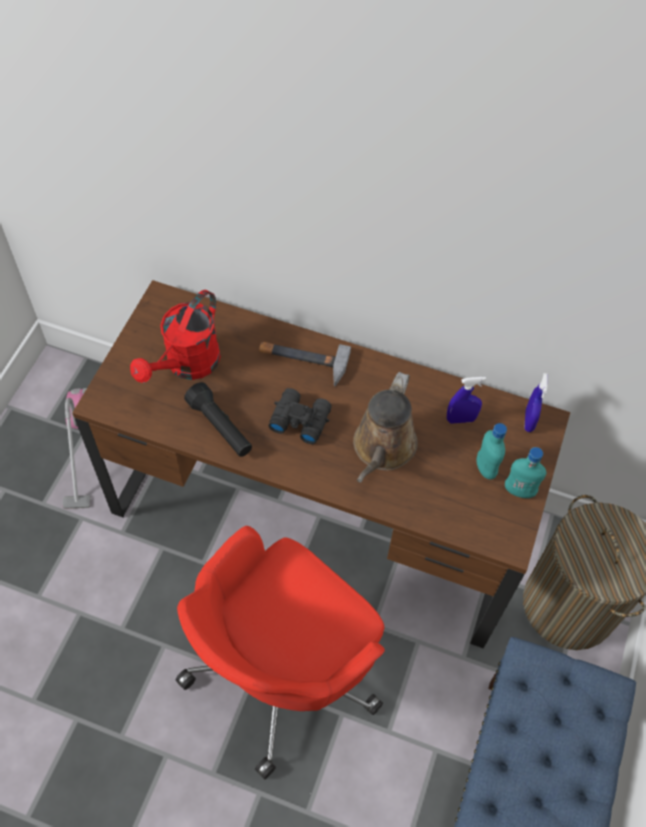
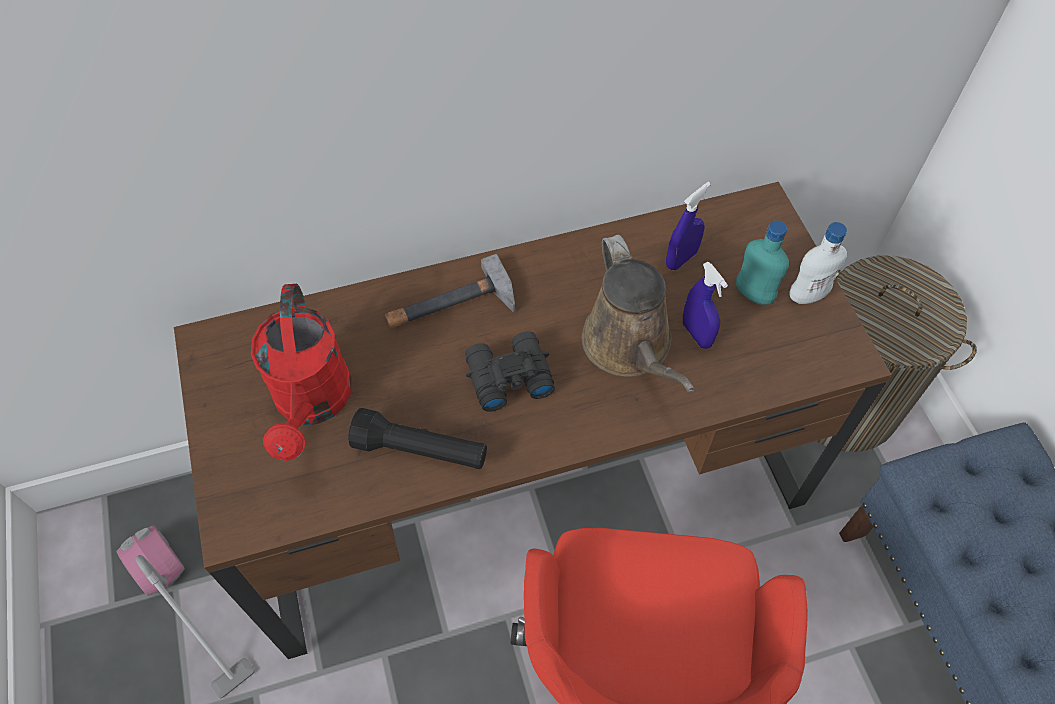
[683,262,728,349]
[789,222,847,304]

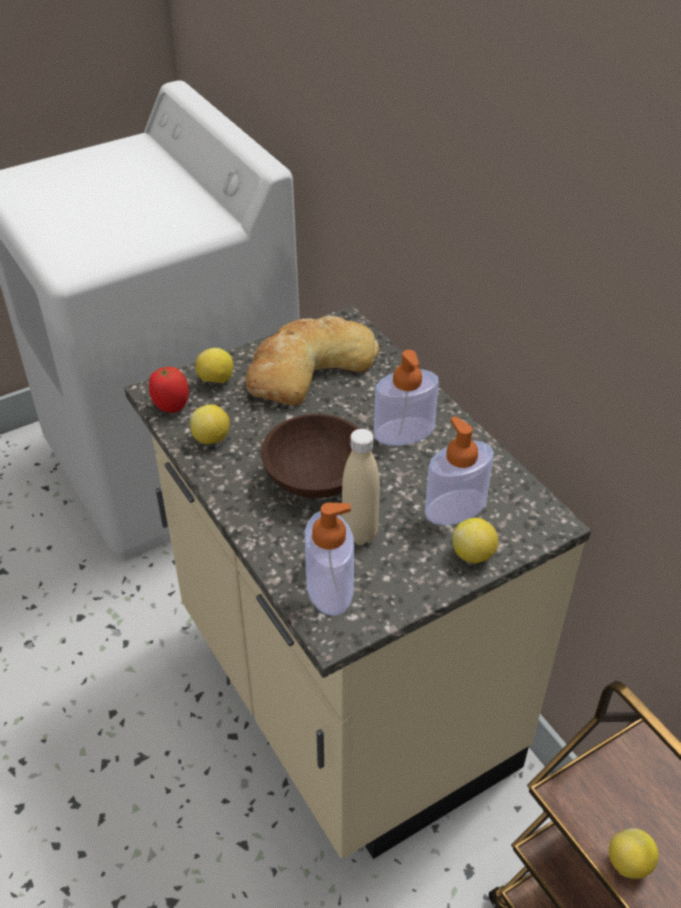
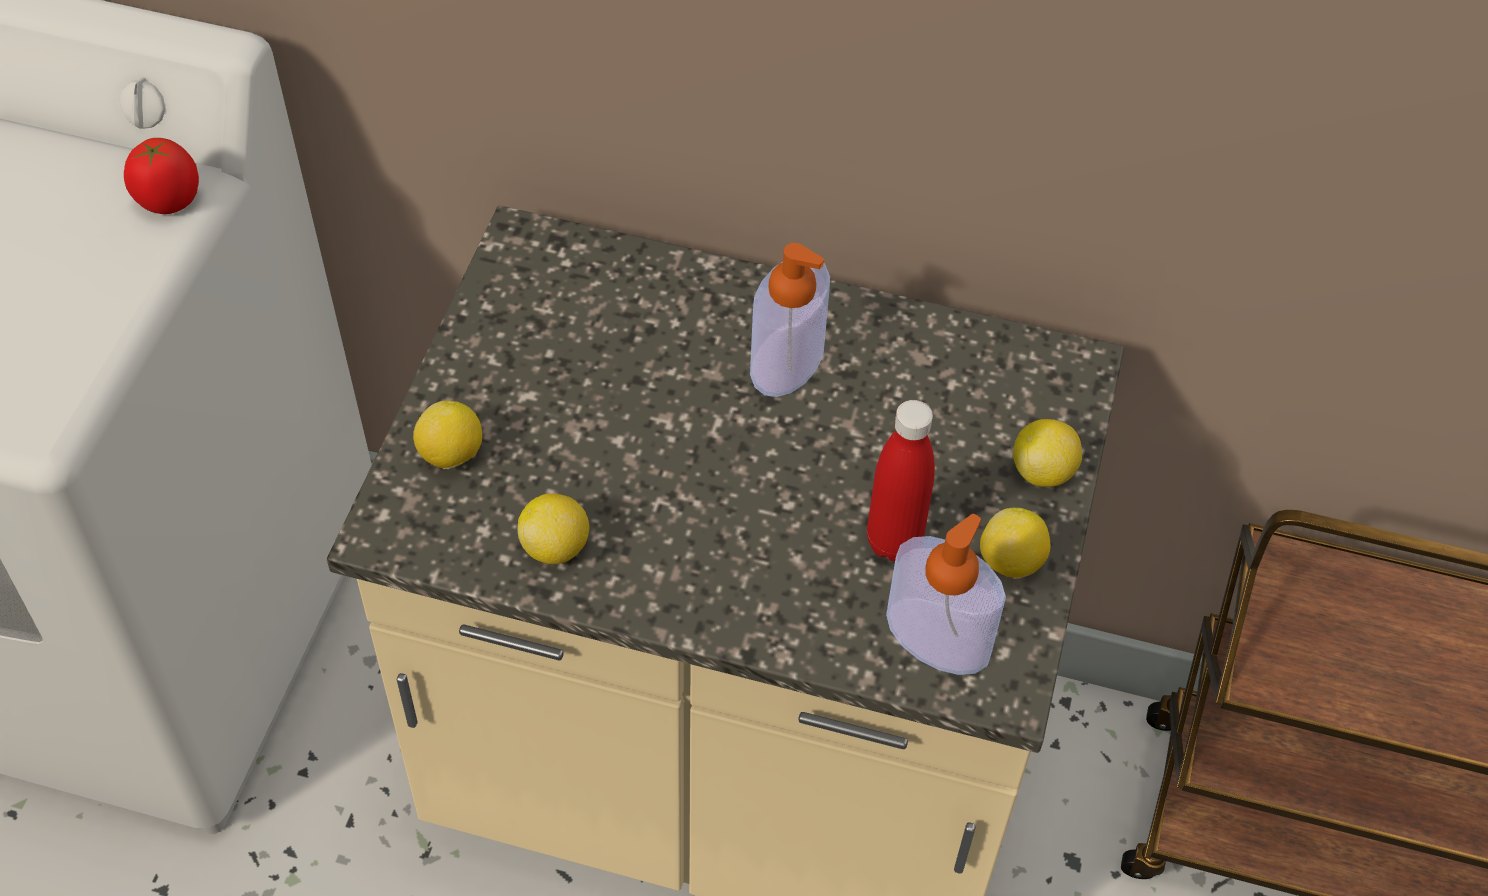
[246,316,380,406] (first image)
[124,138,199,214]
[261,414,360,498] (first image)
[425,416,494,525] (first image)
[867,400,935,561]
[980,508,1050,579]

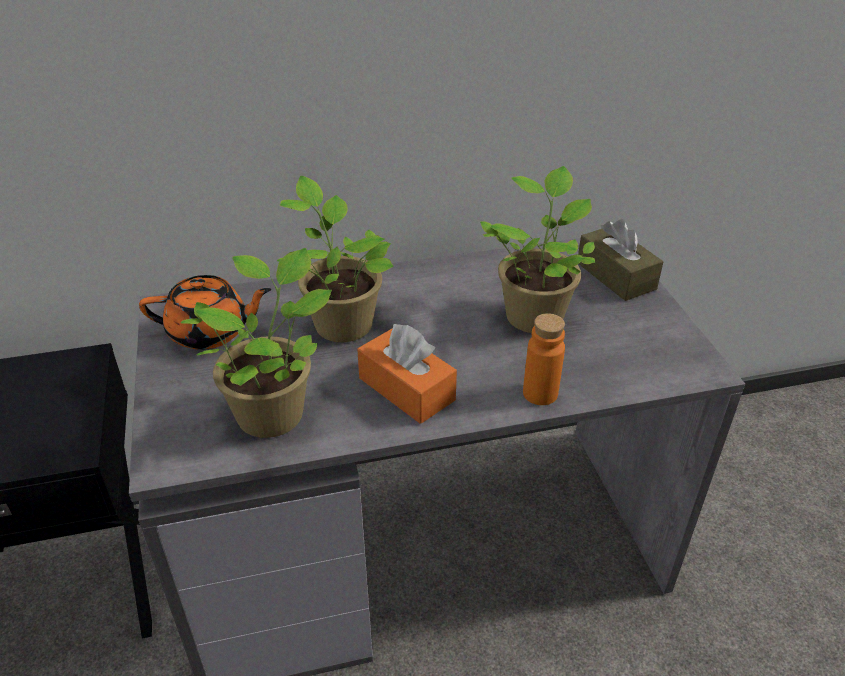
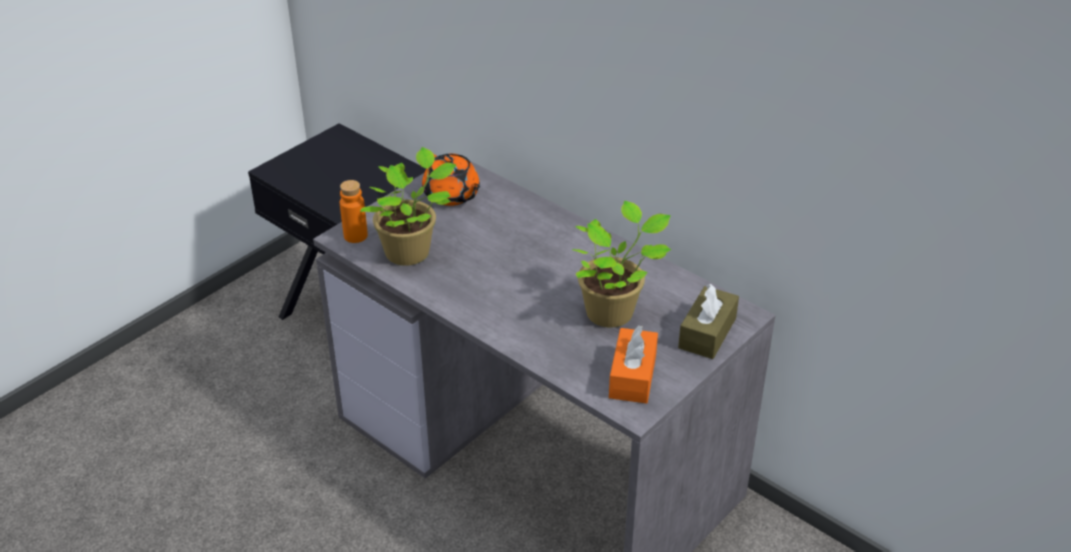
[277,176,394,342] (first image)
[340,180,368,243]
[609,325,658,404]

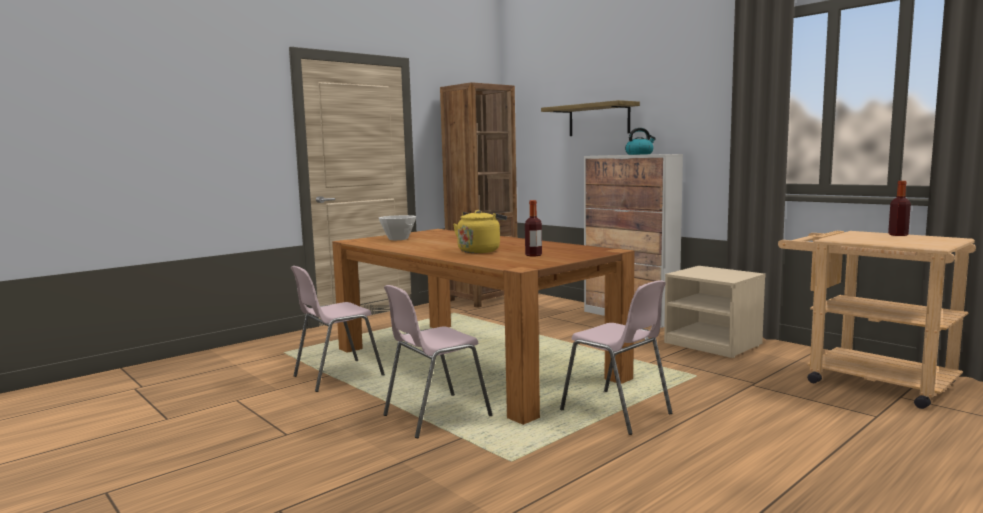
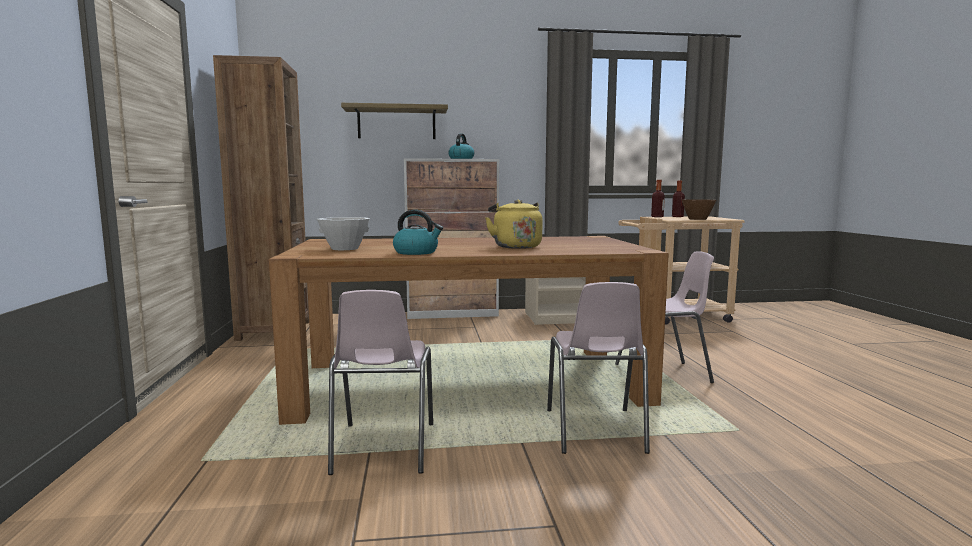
[651,180,665,217]
[682,199,716,220]
[393,210,443,255]

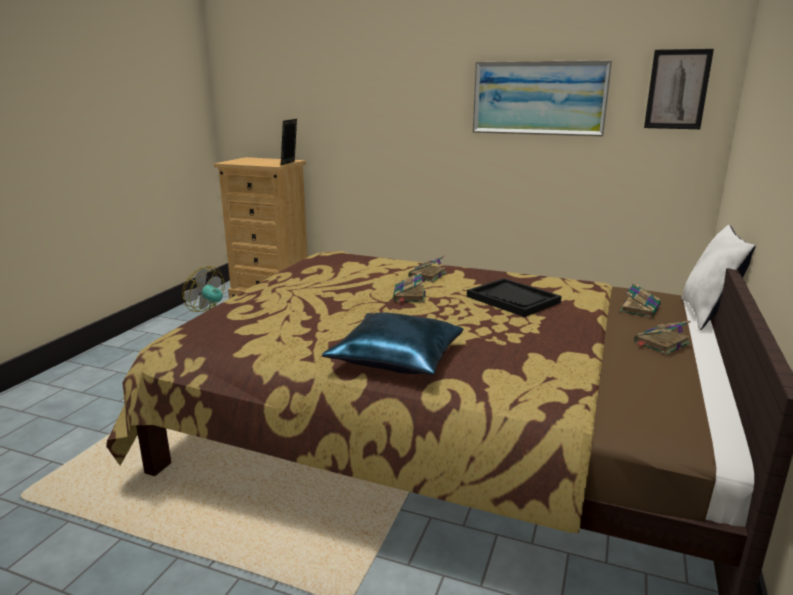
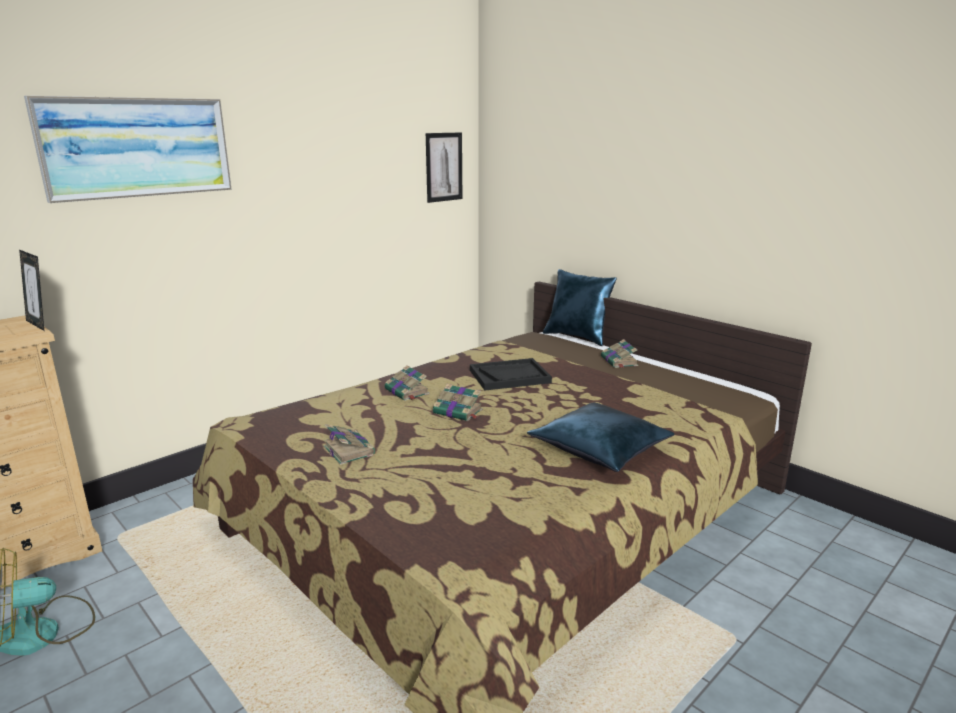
[24,96,232,203]
[543,269,617,346]
[324,424,375,465]

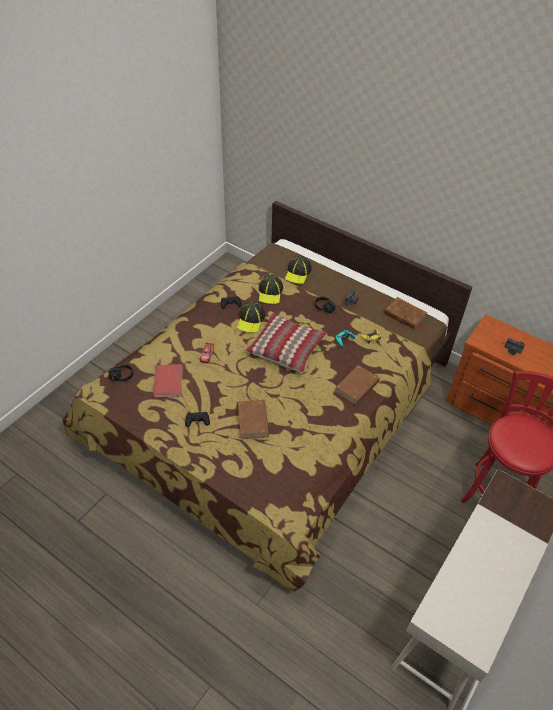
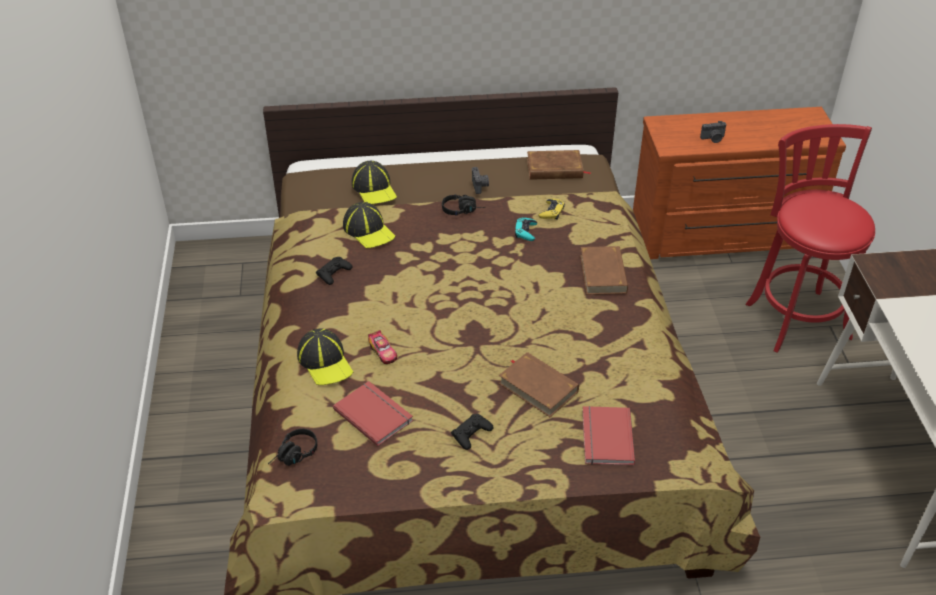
[297,328,353,385]
[245,313,326,373] (first image)
[582,406,635,465]

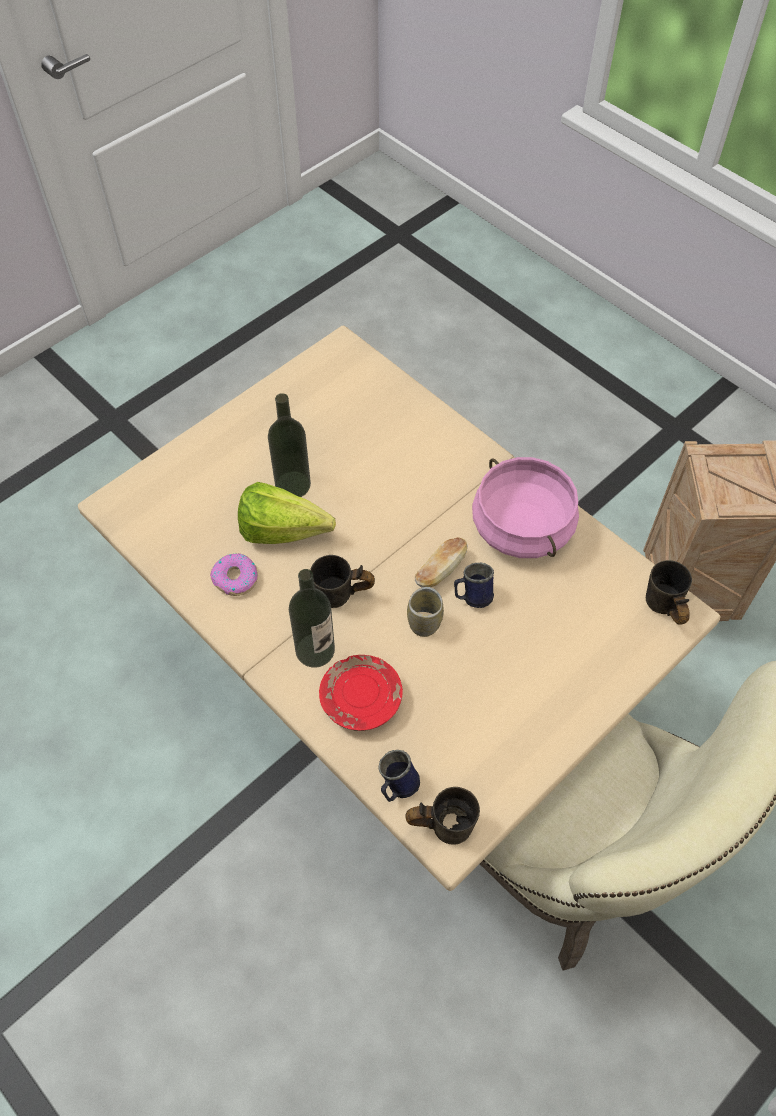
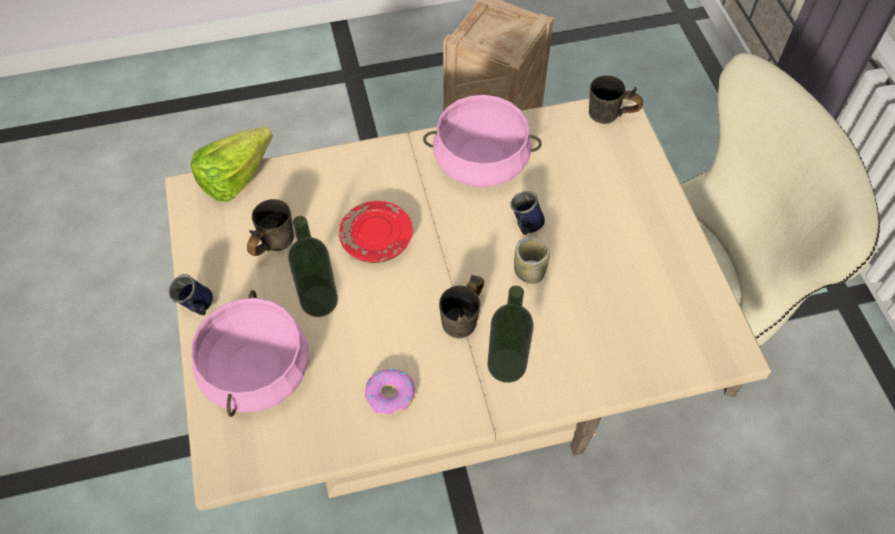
[191,127,273,202]
[415,537,468,587] (first image)
[339,201,413,263]
[169,274,213,315]
[247,199,294,256]
[191,290,309,417]

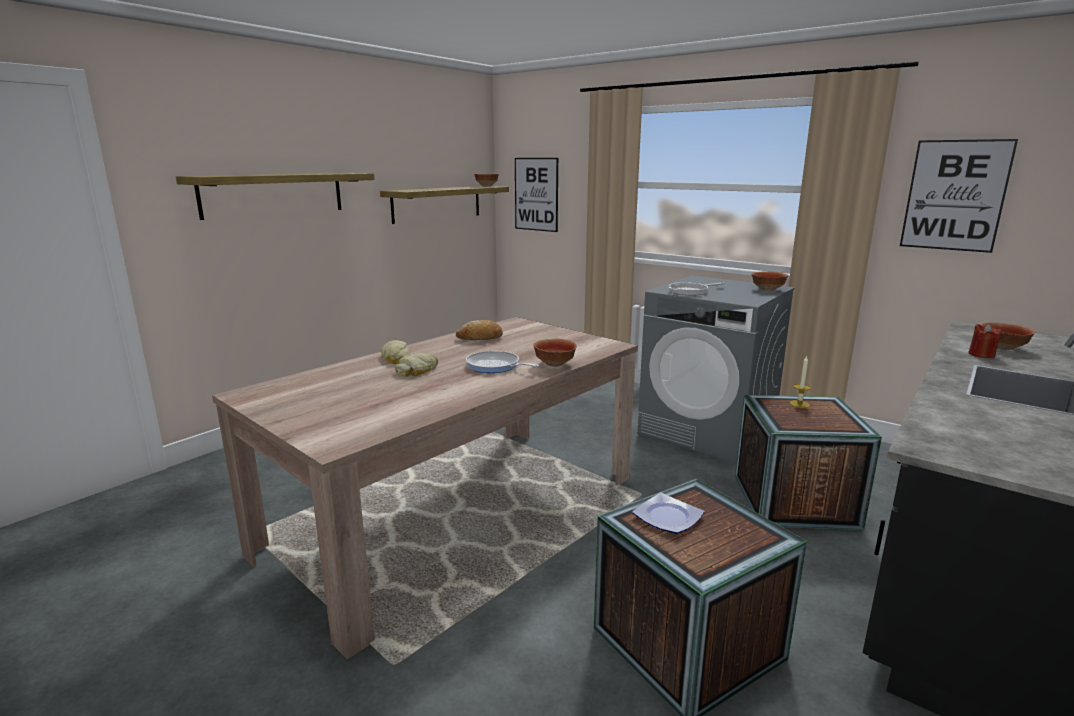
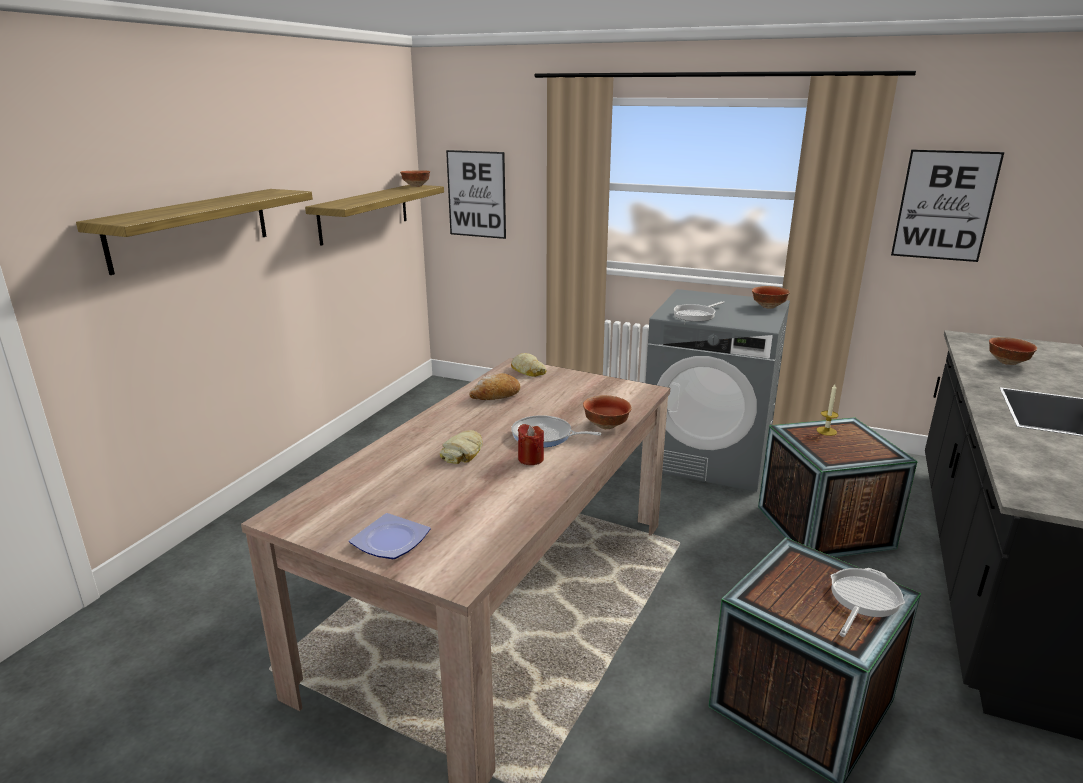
[518,424,544,465]
[511,353,547,377]
[349,513,431,559]
[831,568,905,637]

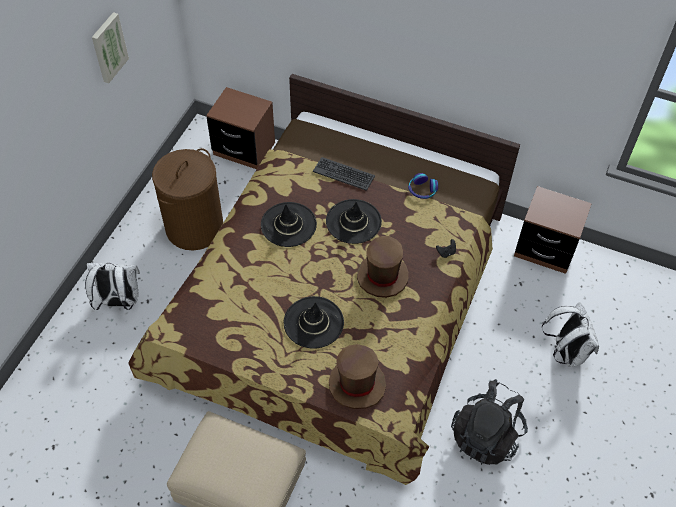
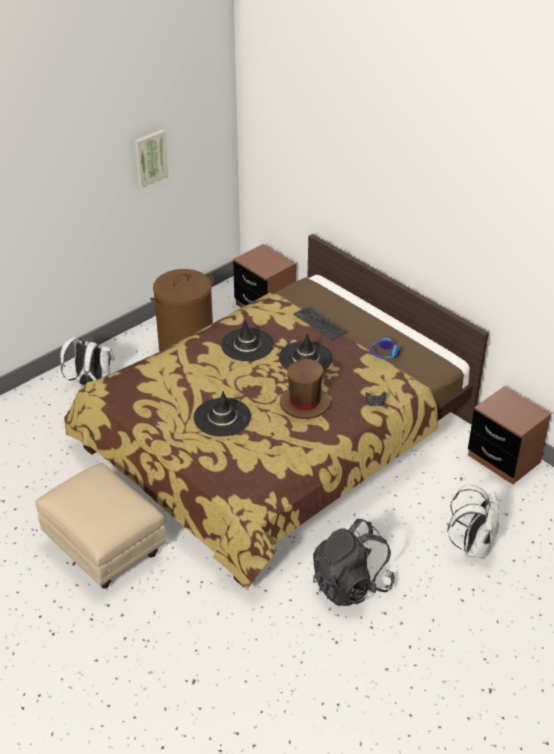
[329,344,386,409] (first image)

